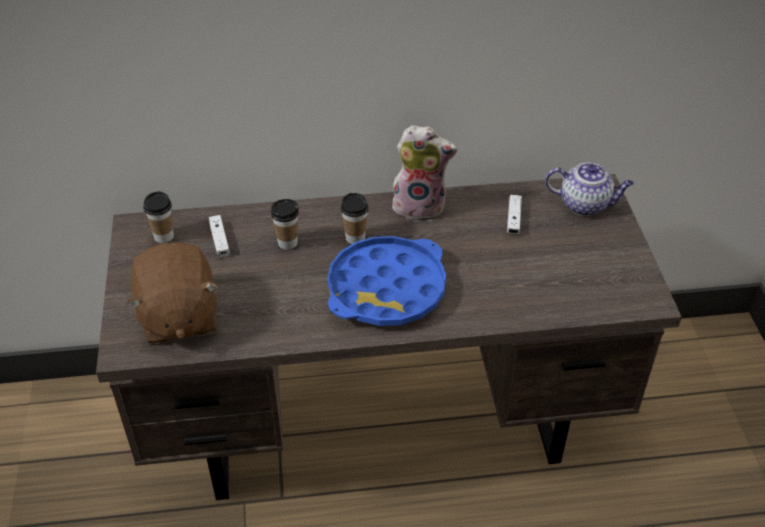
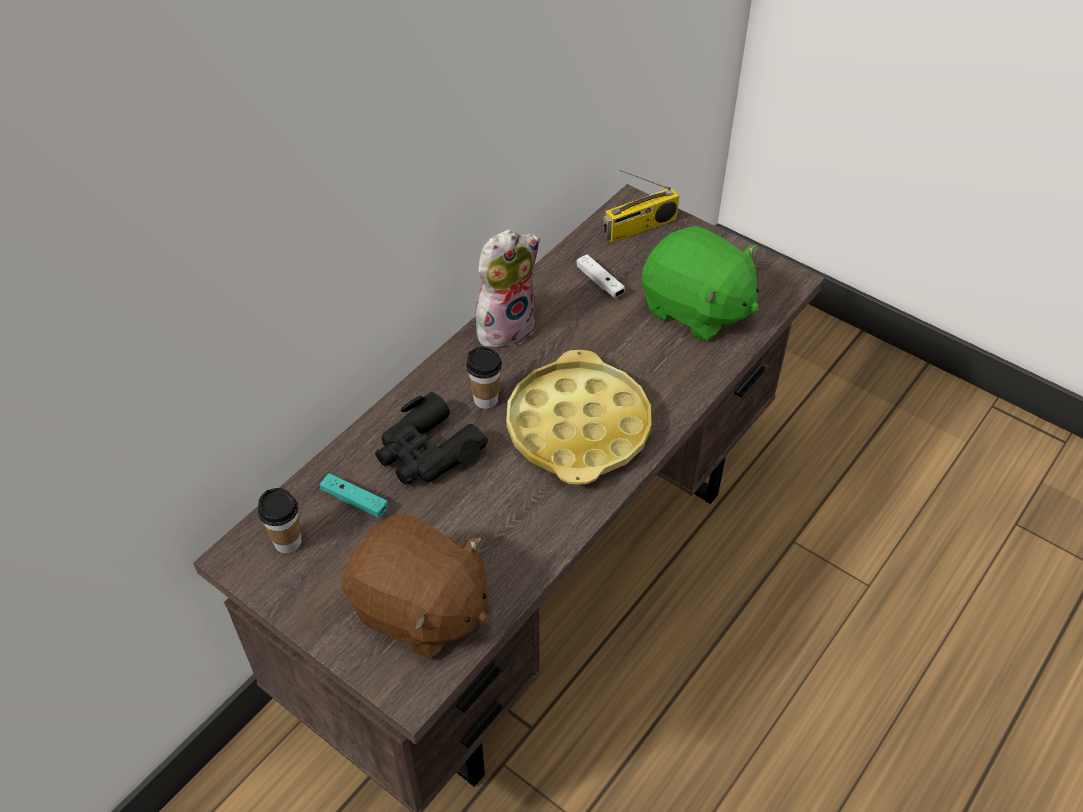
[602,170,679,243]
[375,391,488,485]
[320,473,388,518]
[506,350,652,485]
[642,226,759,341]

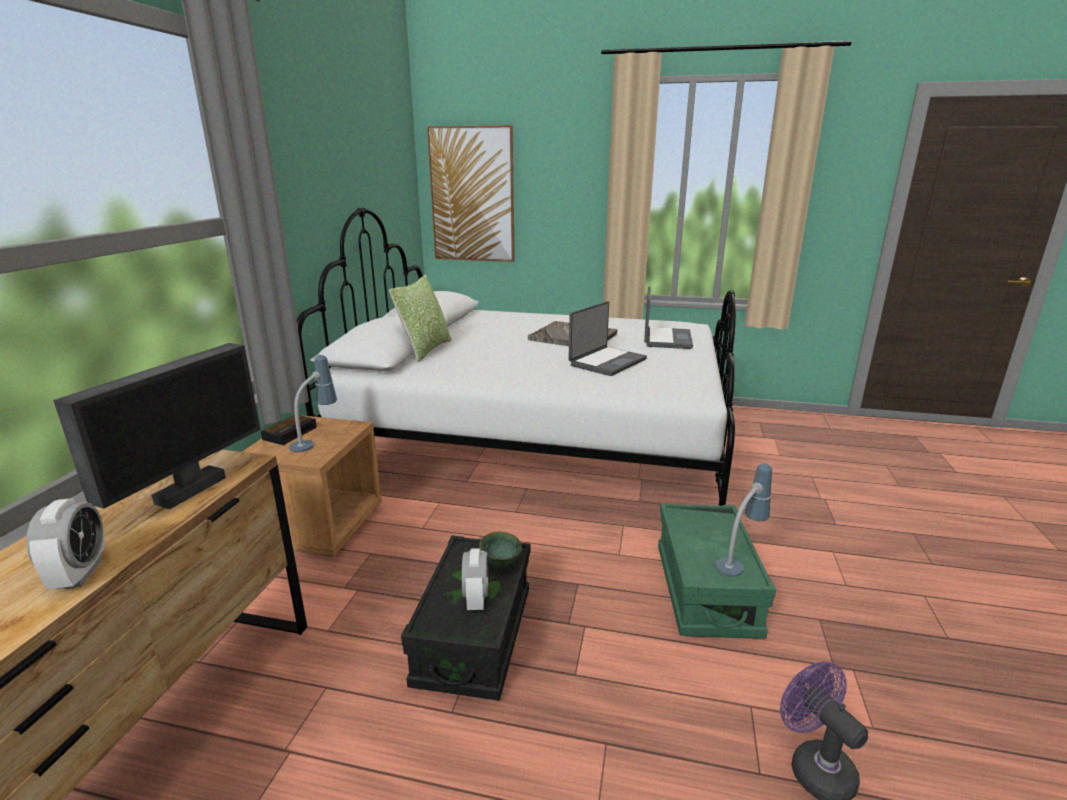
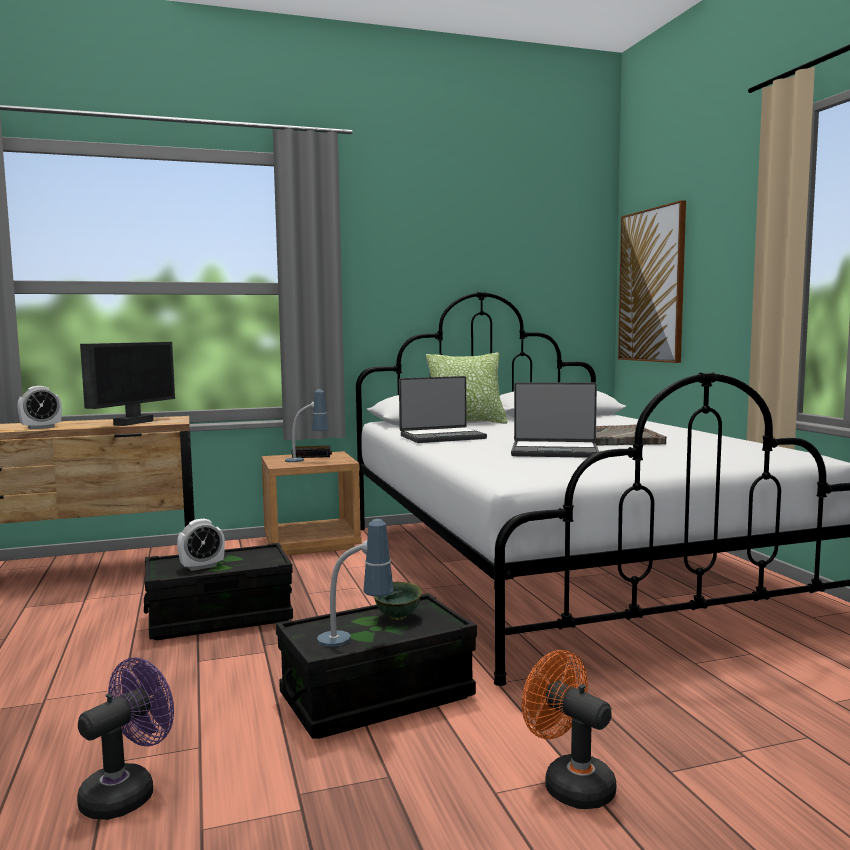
[399,376,487,443]
[80,342,175,426]
[276,593,477,739]
[373,582,422,620]
[522,650,616,809]

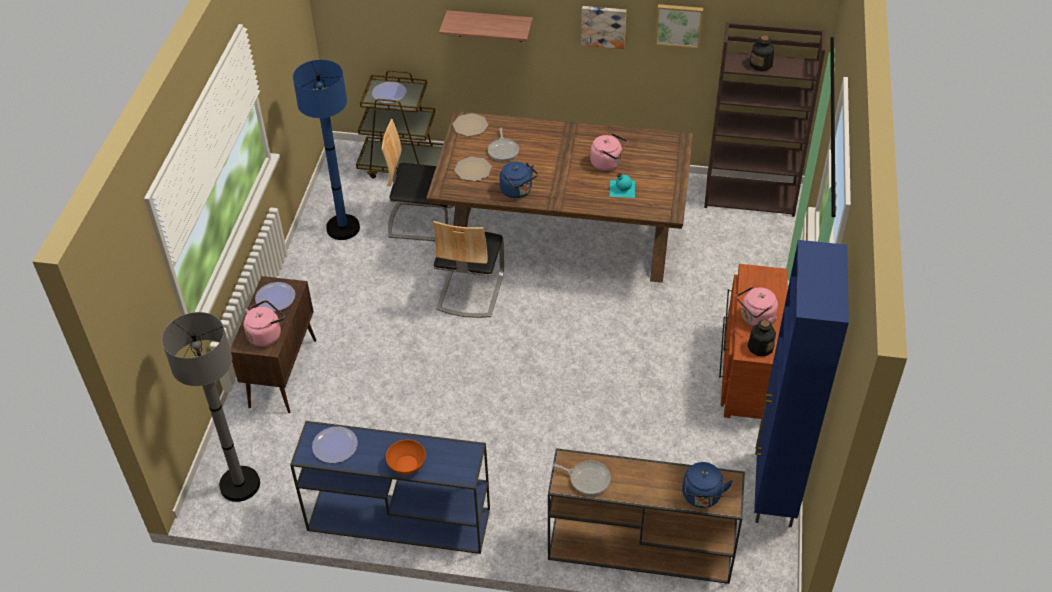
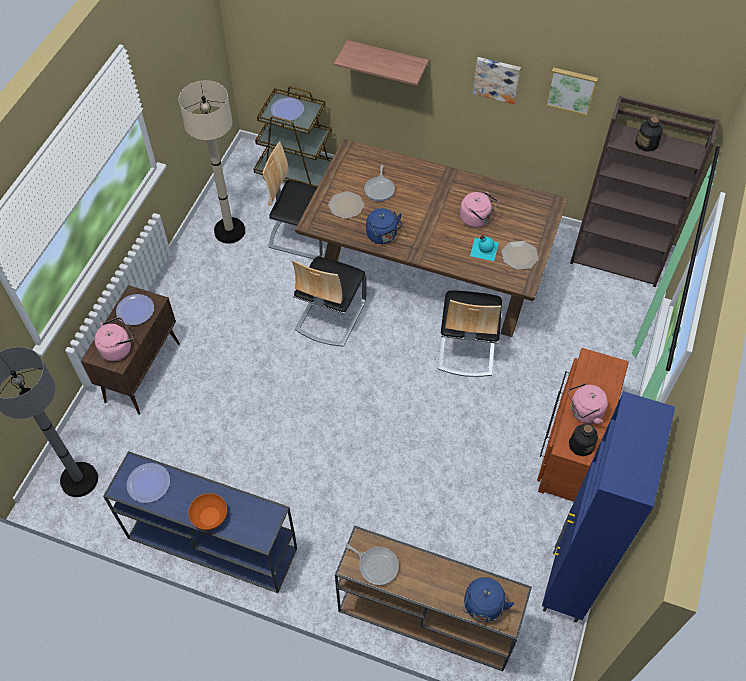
[179,80,245,244]
[501,241,539,270]
[438,291,502,377]

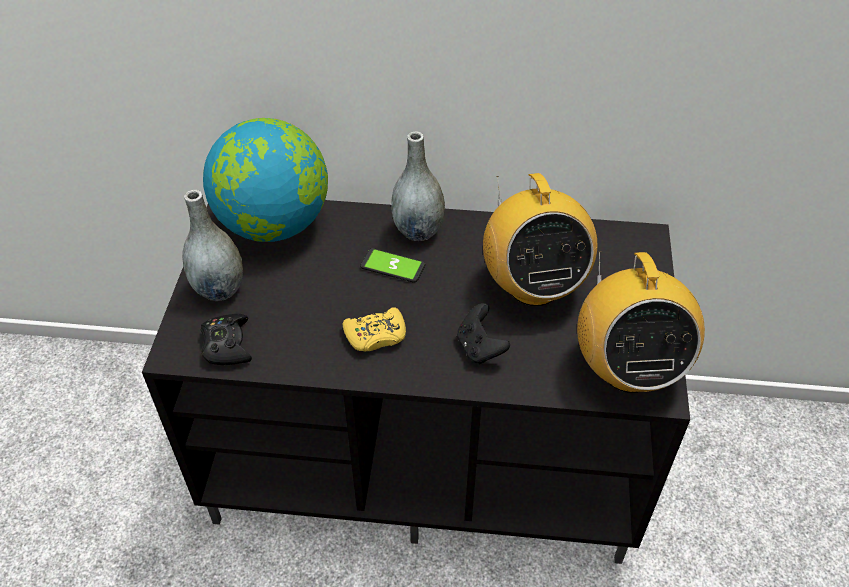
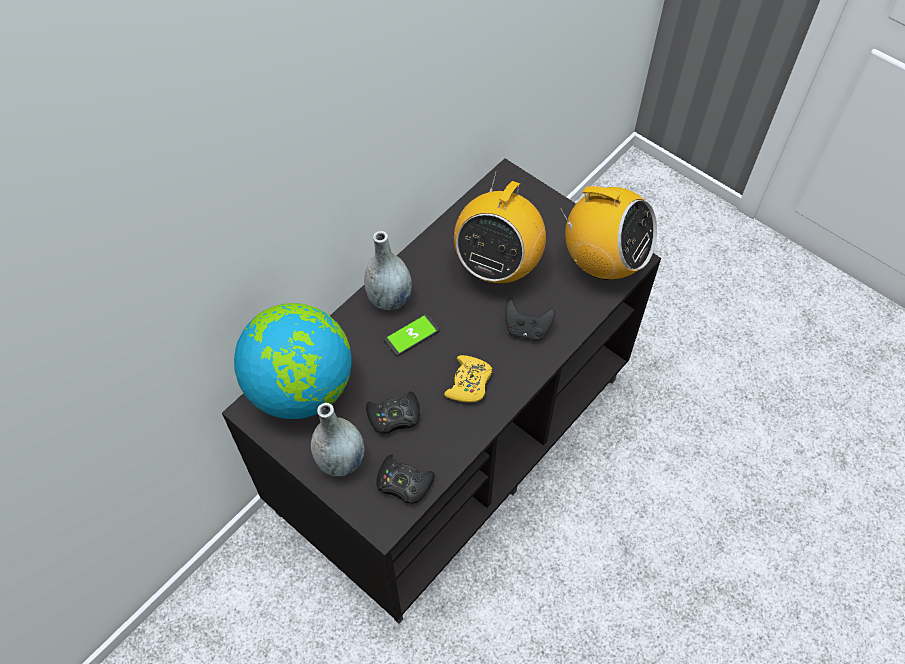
[454,171,546,284]
[366,391,420,434]

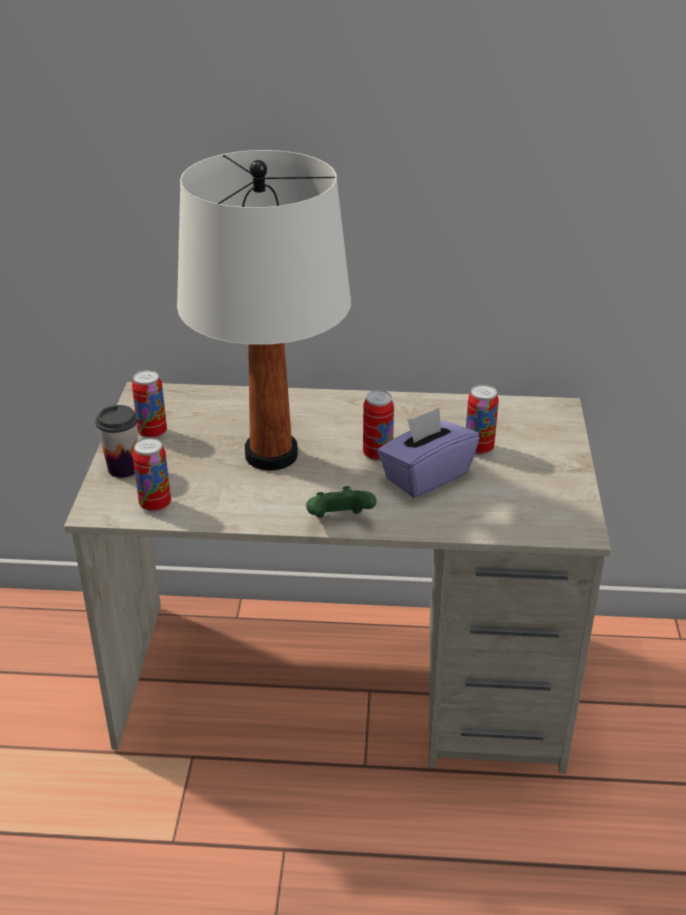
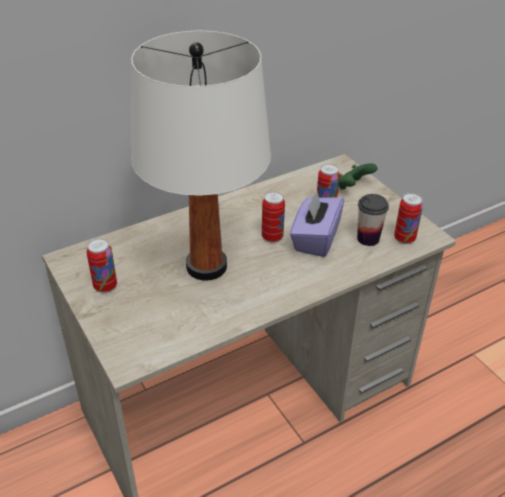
[357,194,389,246]
[394,193,423,244]
[339,163,377,189]

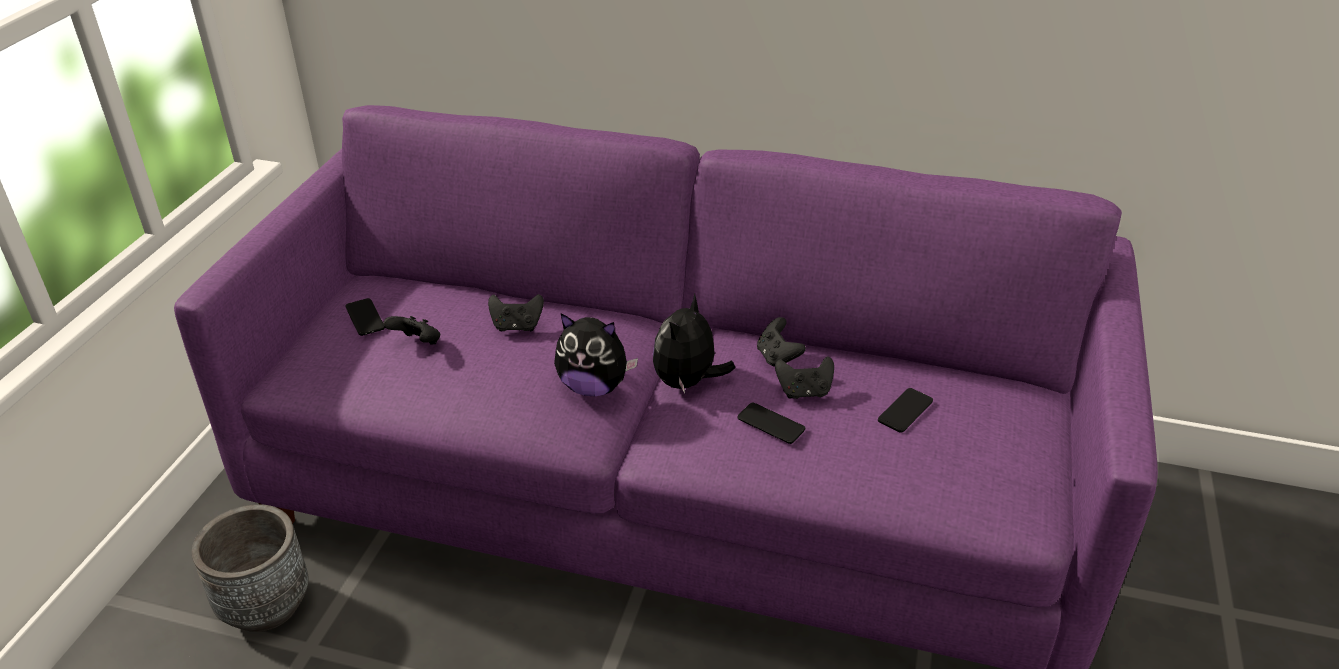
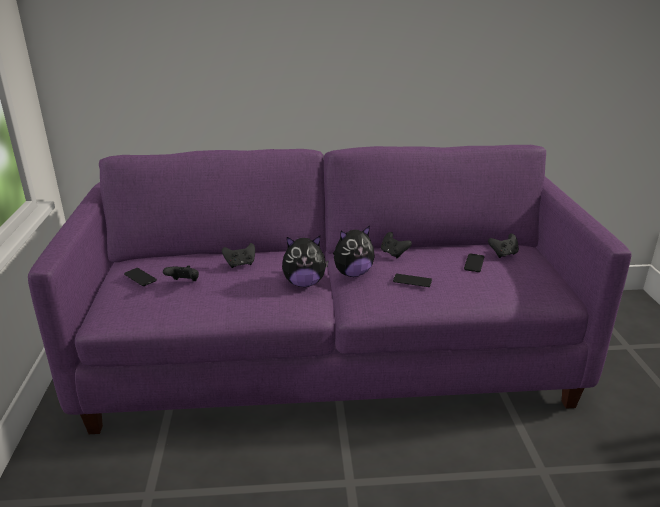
[333,226,375,277]
[488,233,519,258]
[192,504,309,632] (first image)

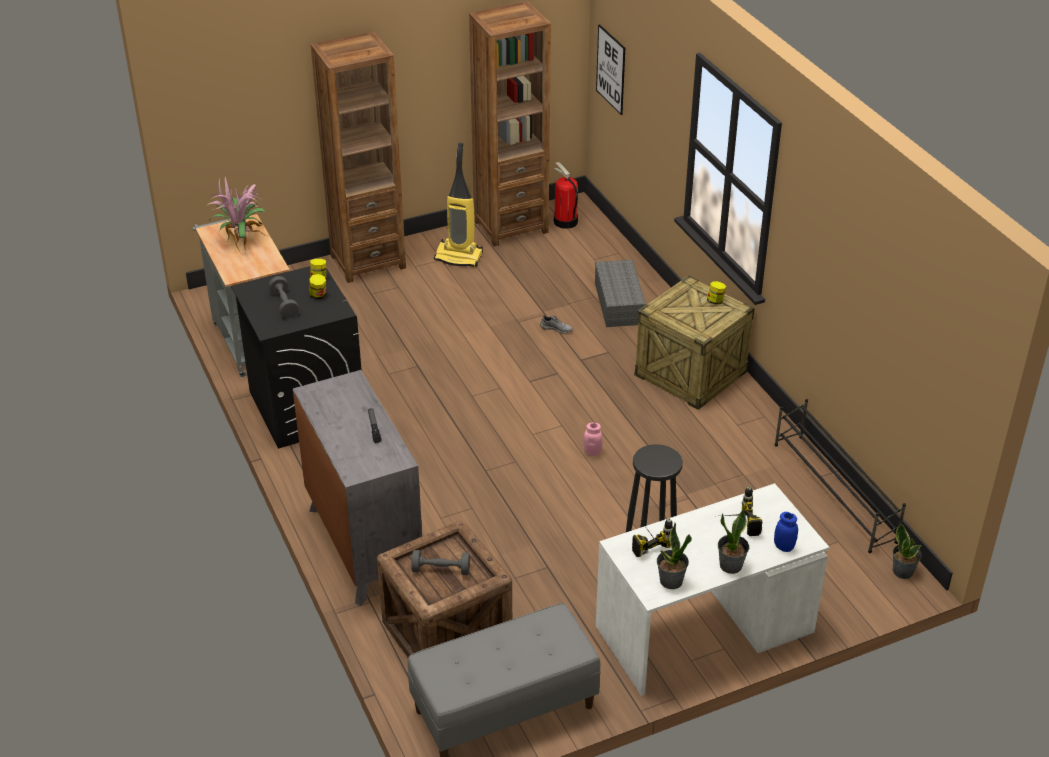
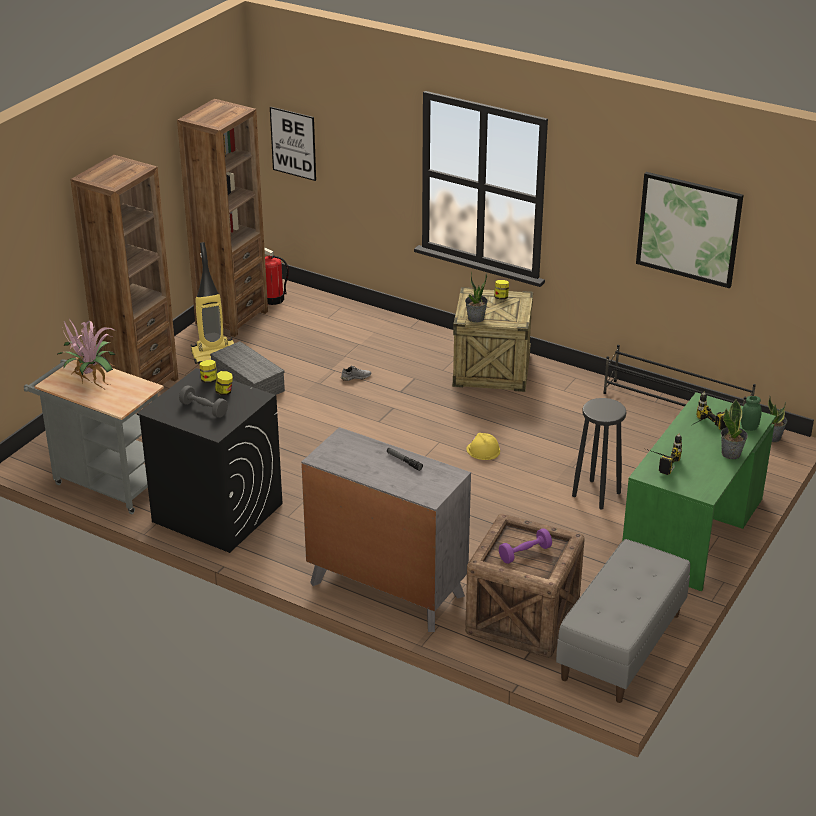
[210,341,285,395]
[466,433,500,460]
[622,392,776,592]
[741,396,762,431]
[465,272,488,323]
[499,528,552,564]
[636,172,744,288]

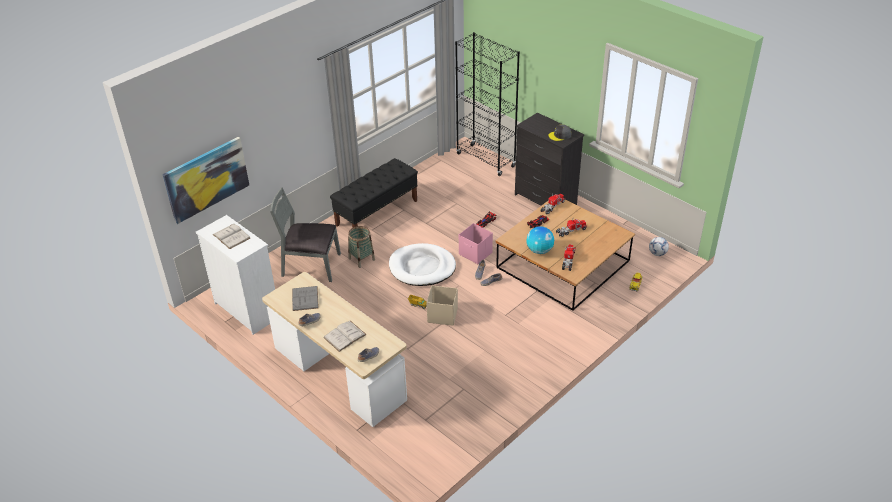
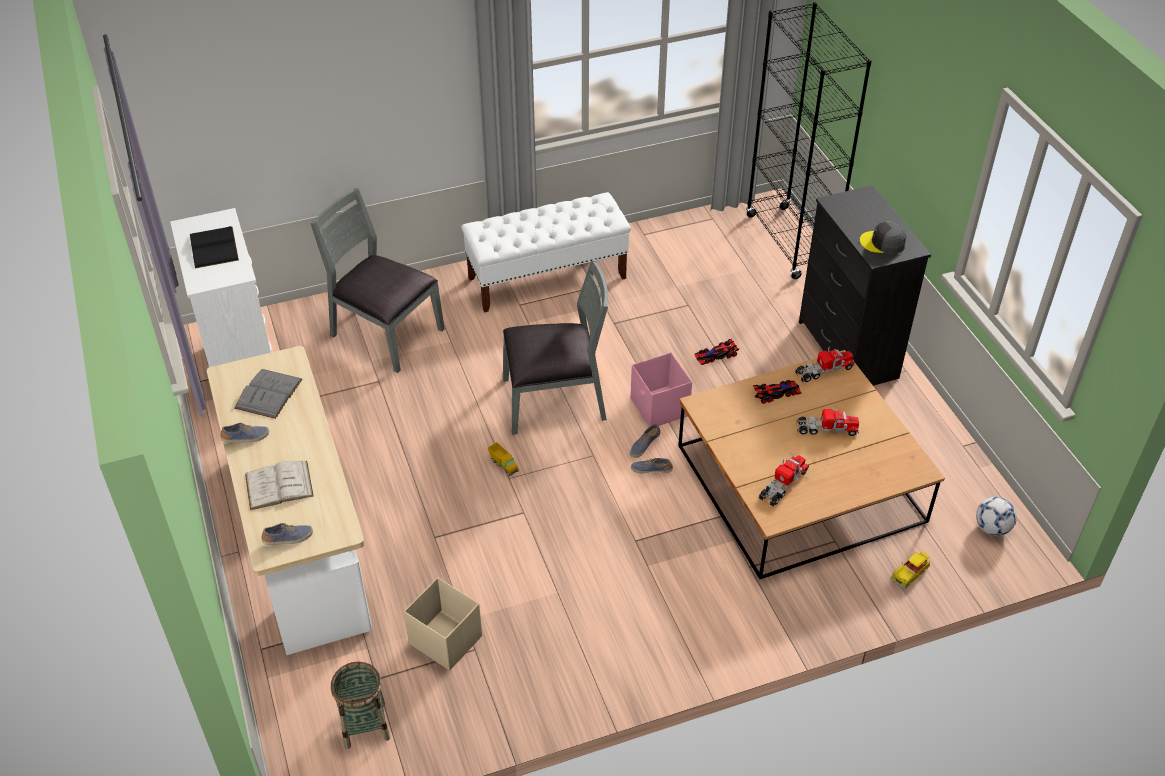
[162,137,249,224] (first image)
[461,192,631,313]
[190,226,239,268]
[331,662,390,749]
[526,226,554,254] (first image)
[503,259,608,435]
[404,577,482,671]

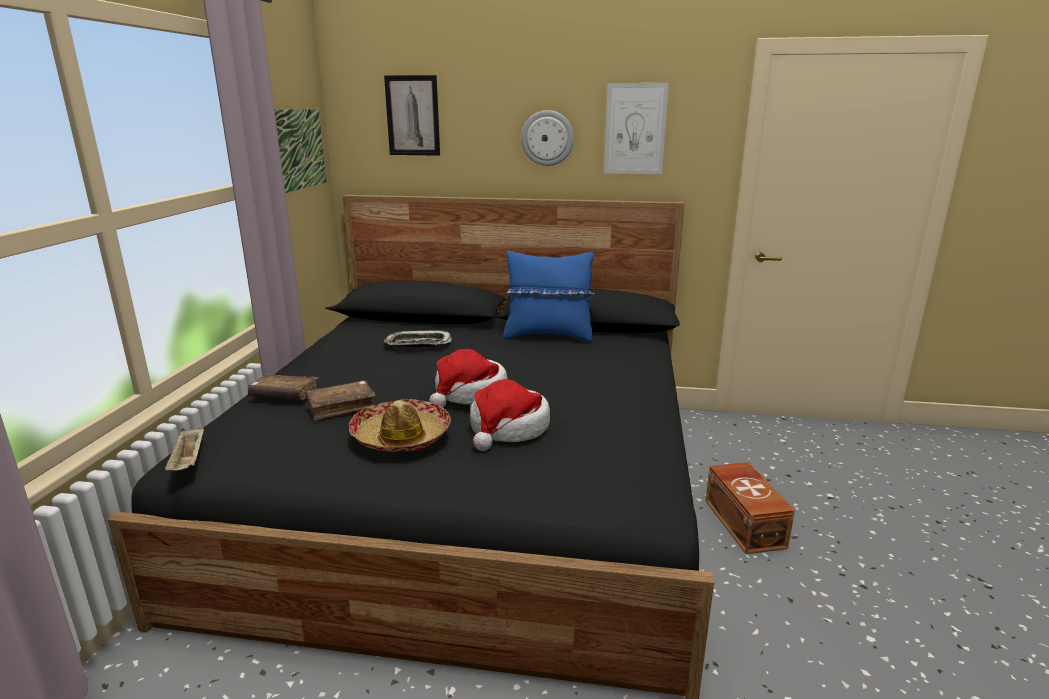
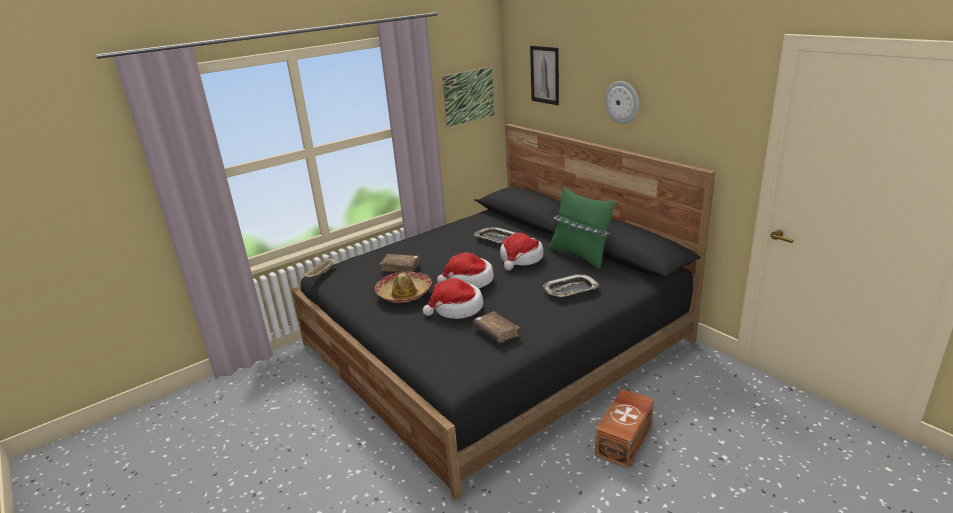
[604,83,669,174] (first image)
[548,187,616,269]
[473,311,520,343]
[500,232,543,270]
[543,274,599,297]

